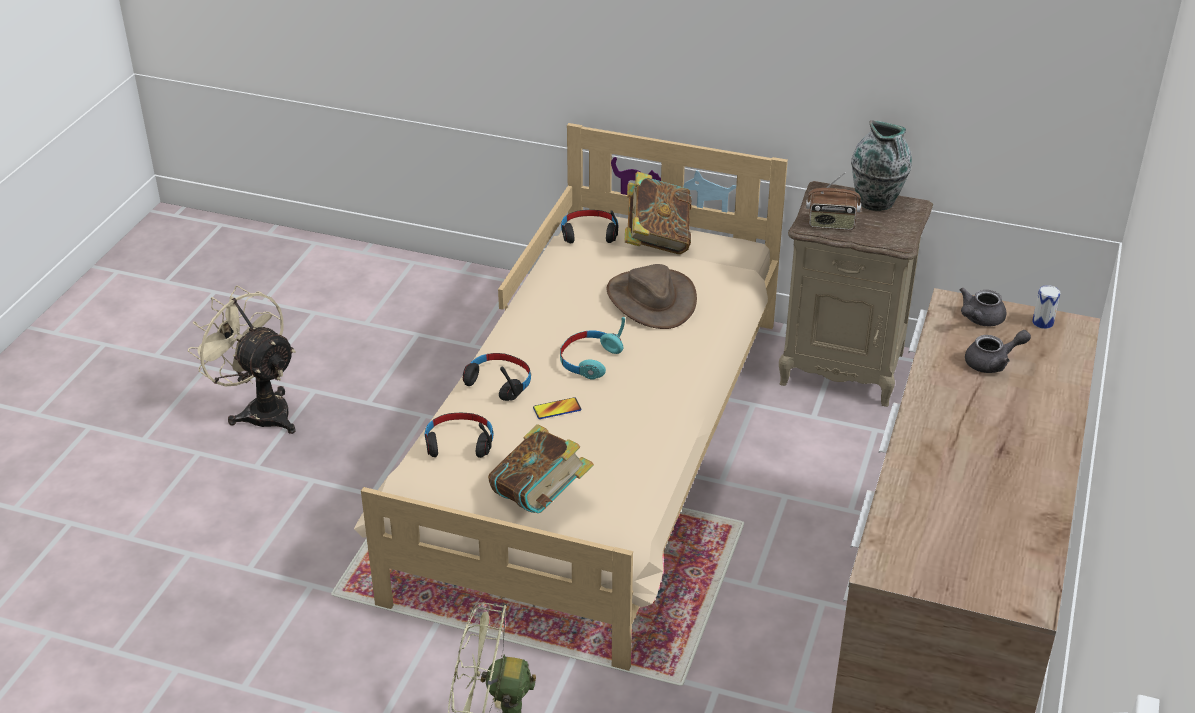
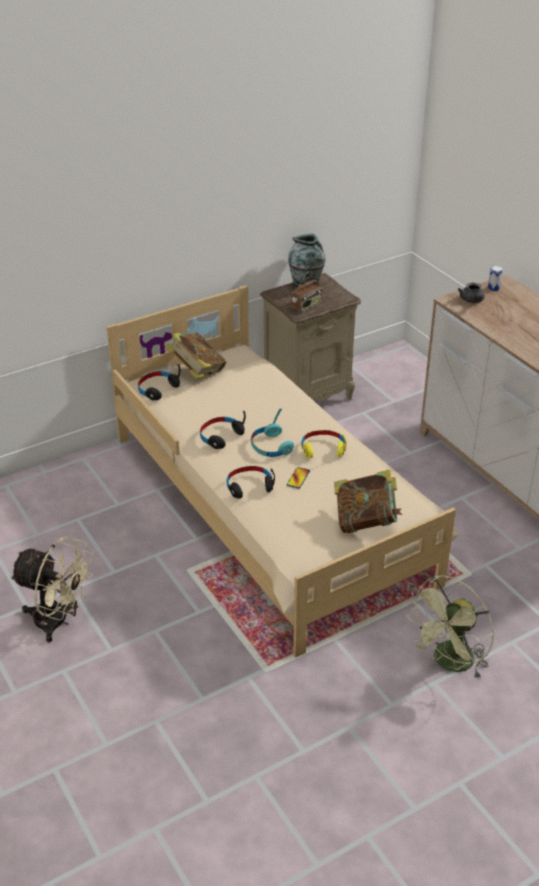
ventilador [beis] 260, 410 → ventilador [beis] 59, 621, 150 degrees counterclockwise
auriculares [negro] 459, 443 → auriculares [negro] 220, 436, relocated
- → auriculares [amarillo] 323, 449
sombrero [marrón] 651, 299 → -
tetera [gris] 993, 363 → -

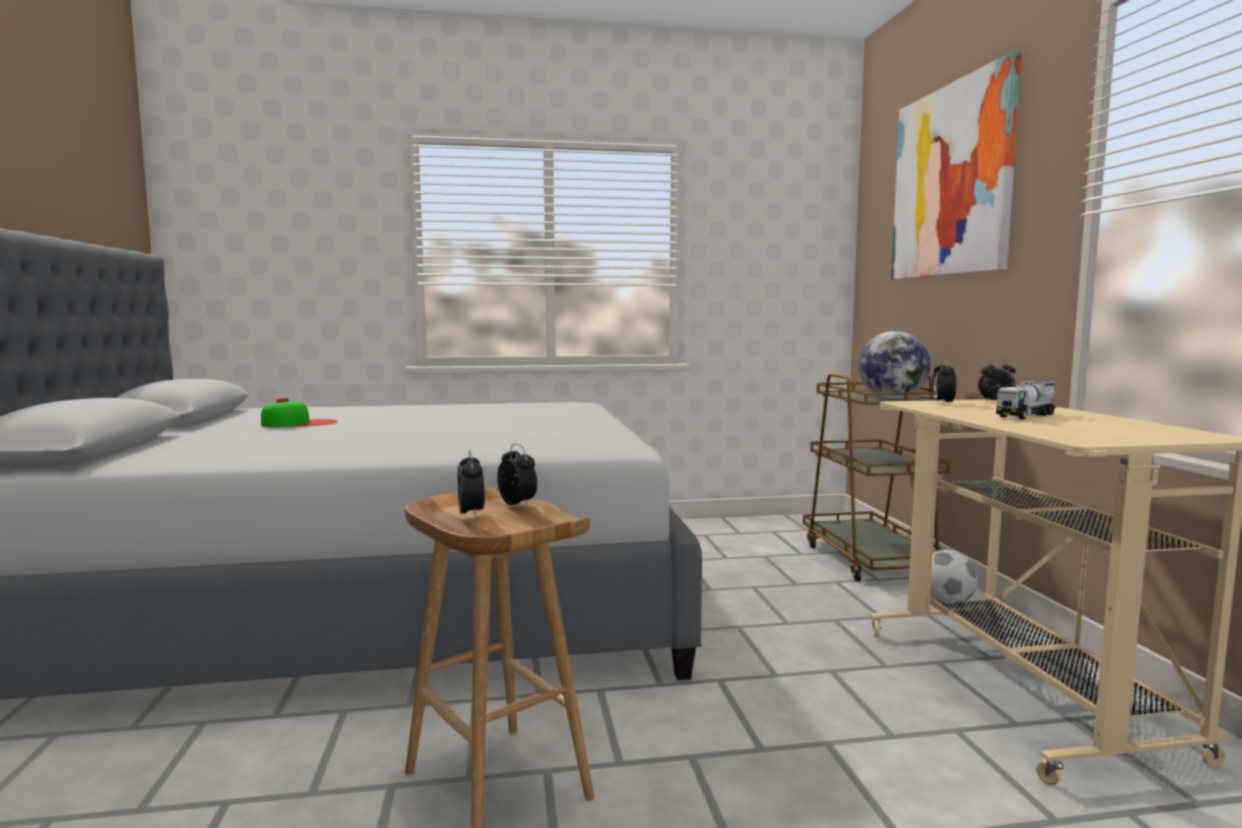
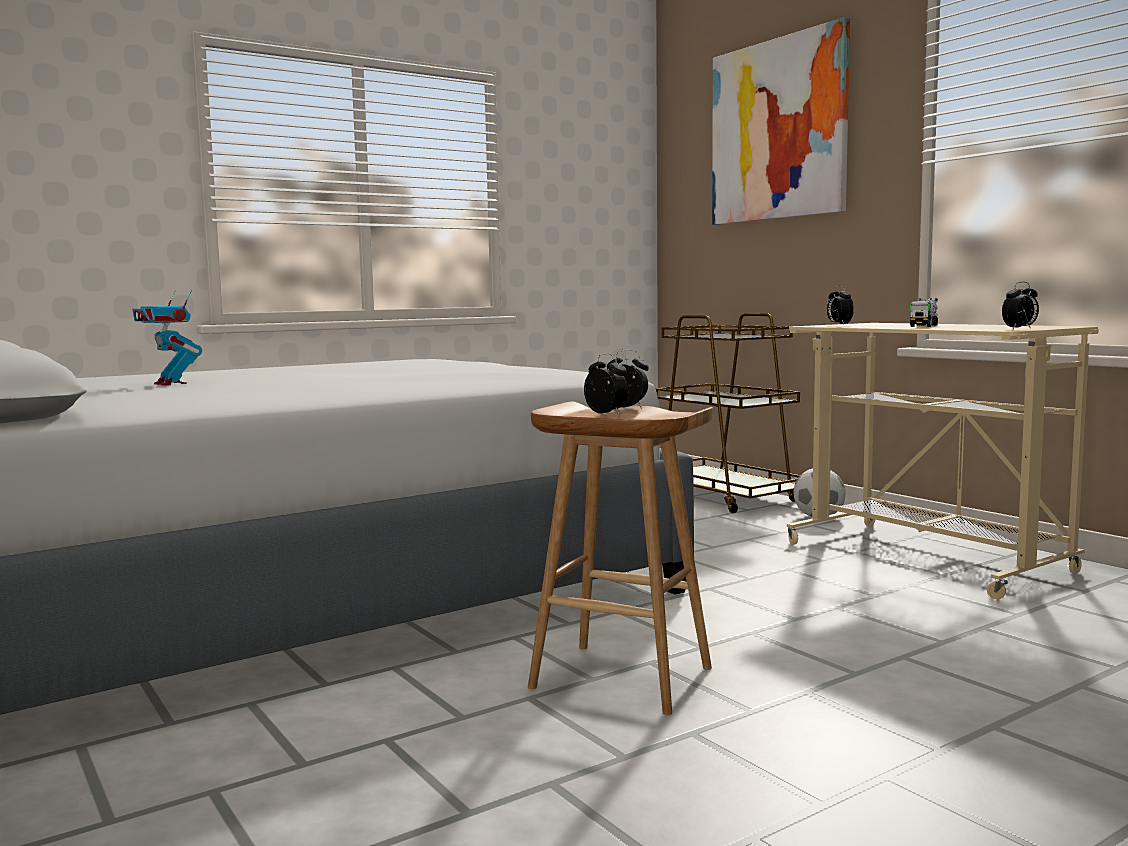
gorra 300, 423 → robot de juguete 170, 384
despertador 995, 402 → despertador 1020, 329, relocated
globo terráqueo 892, 398 → -

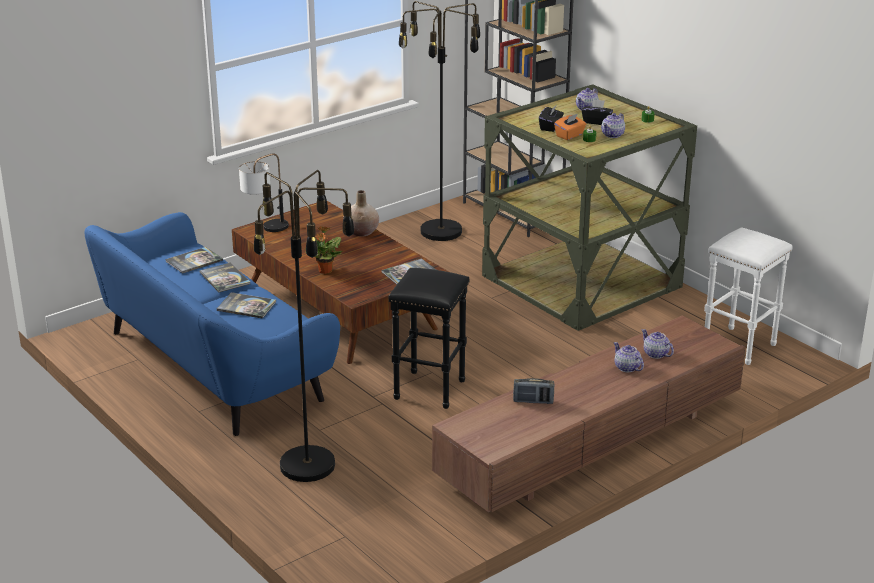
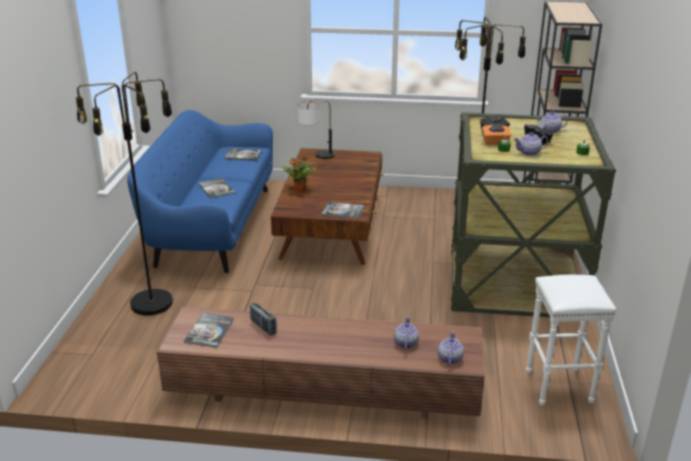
libro 224, 278 → libro 209, 331, relocated
tetera 627, 368 → tetera 449, 359, relocated
florero [beis] 361, 232 → -
taburete [negro] 428, 390 → -

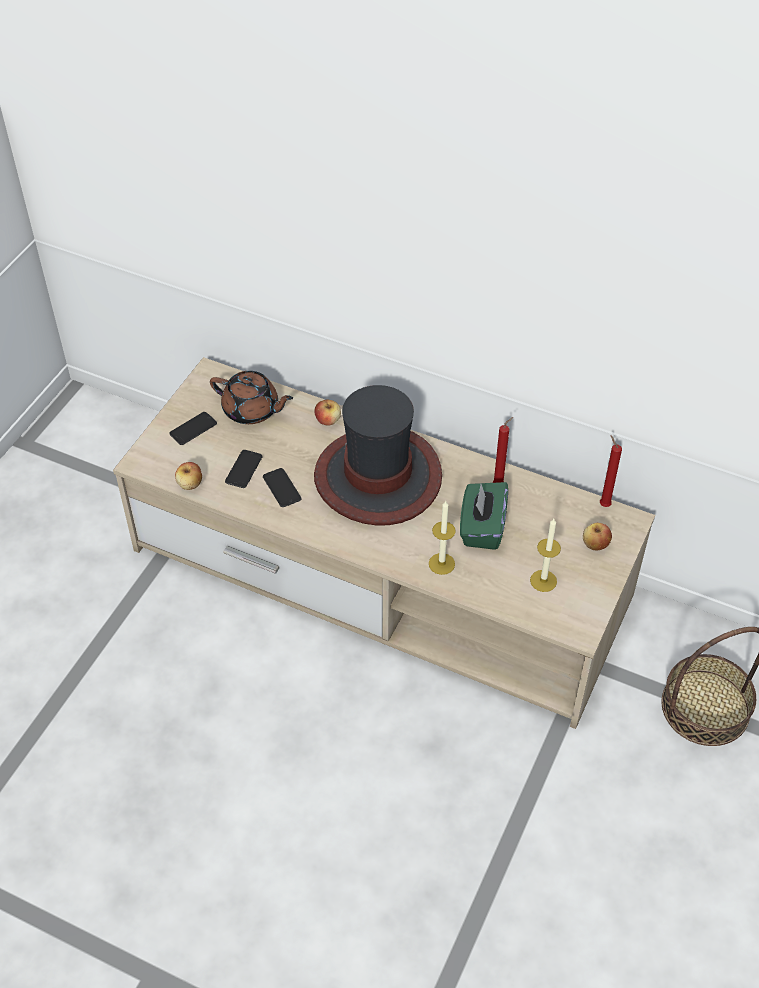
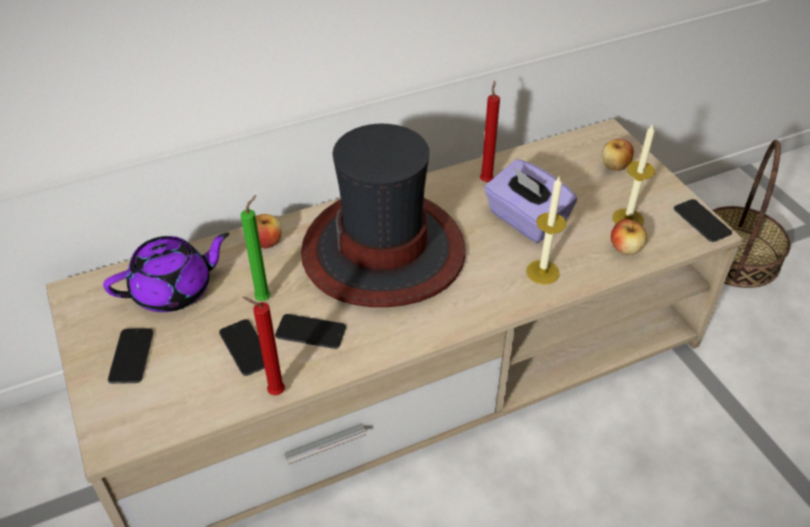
tetera [marrón] 252, 410 → tetera [morado] 174, 290
- → vela [verde] 265, 298
vela [rojo] 603, 504 → vela [rojo] 273, 392, relocated
caja de pañuelos [verde] 482, 528 → caja de pañuelos [morado] 525, 220
manzana 190, 484 → manzana 625, 248, relocated
- → móvil 701, 221

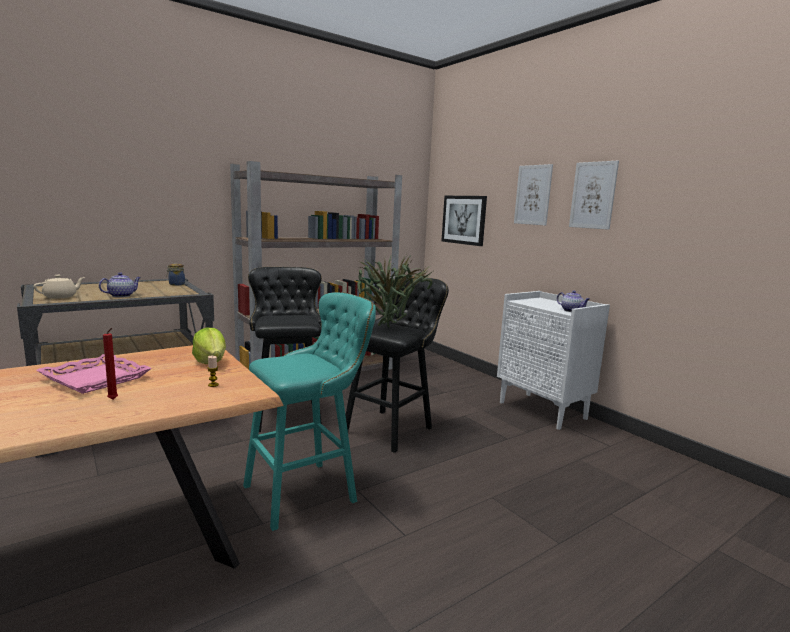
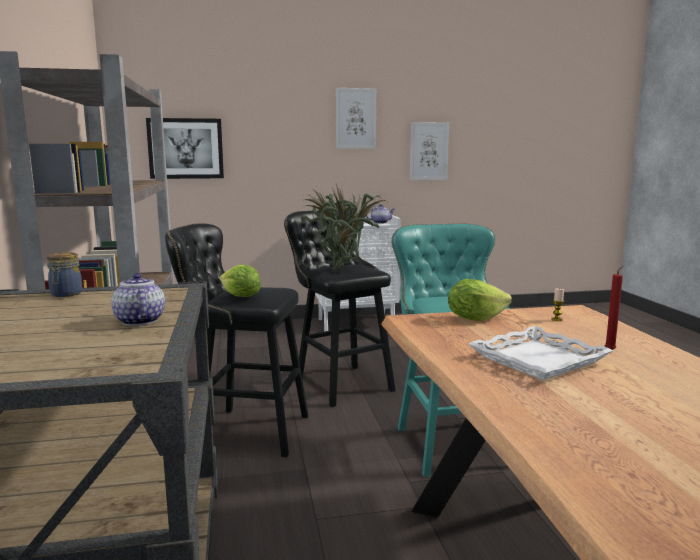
- → lechuga 240, 297
cuadro 533, 195 → cuadro 429, 151, relocated
bandeja [rosa] 97, 378 → bandeja [blanco] 537, 359
tetera [beis] 61, 297 → -

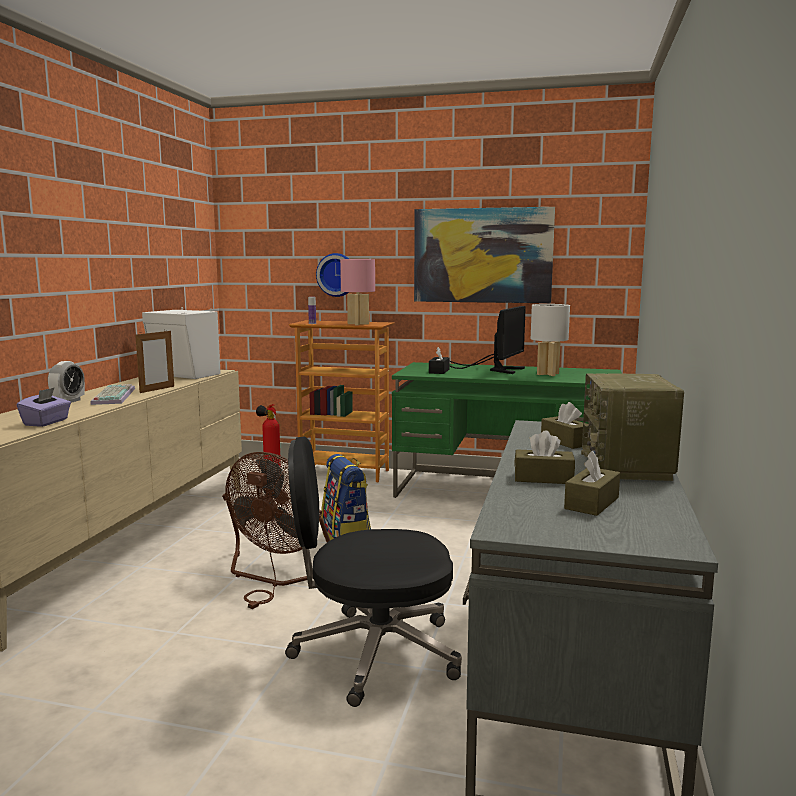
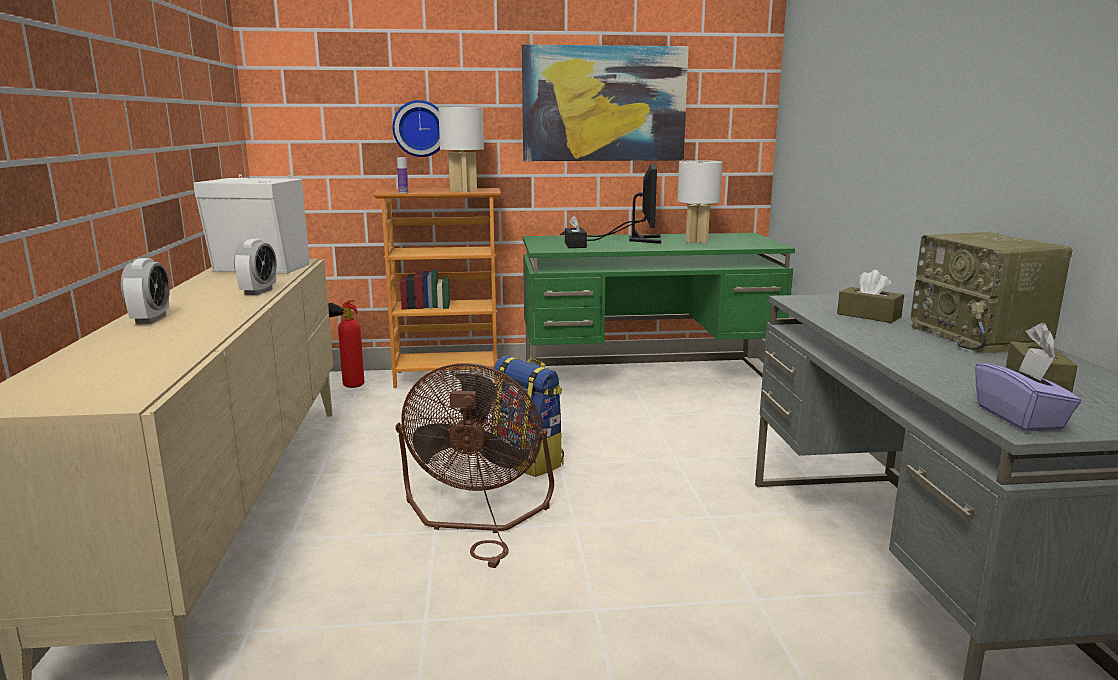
portarretratos 157, 389 → despertador 258, 291
lámpara de mesa [rosa] 358, 324 → lámpara de mesa [blanco] 463, 191
caja de pañuelos [morado] 46, 422 → caja de pañuelos [morado] 1020, 418, relocated
teclado 112, 396 → -
silla de oficina [negro] 373, 653 → -
caja de pañuelos [marrón] 543, 478 → -

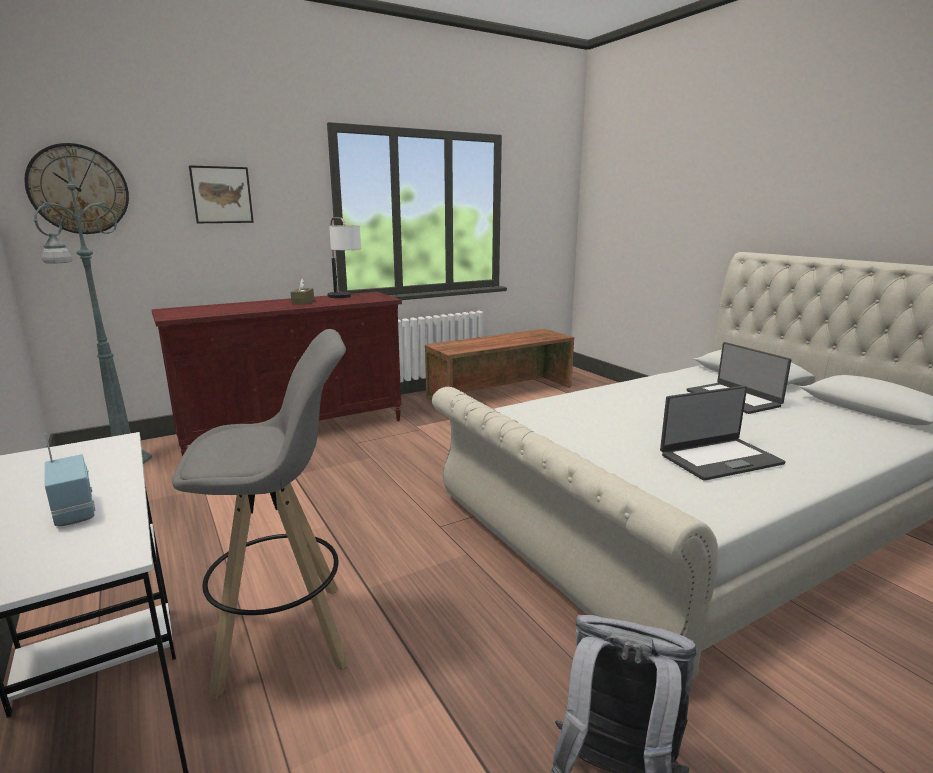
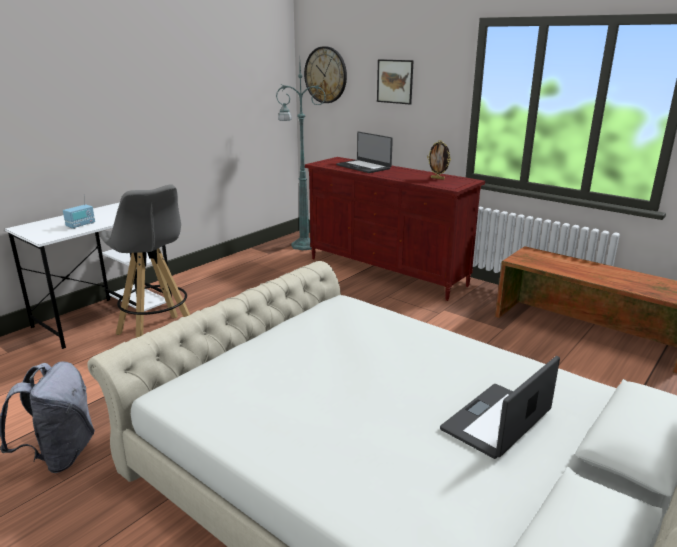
portátil 719, 459 → portátil 364, 167, relocated
lámpara de mesa 344, 297 → portarretratos 437, 178
caja de pañuelos [marrón] 303, 302 → -

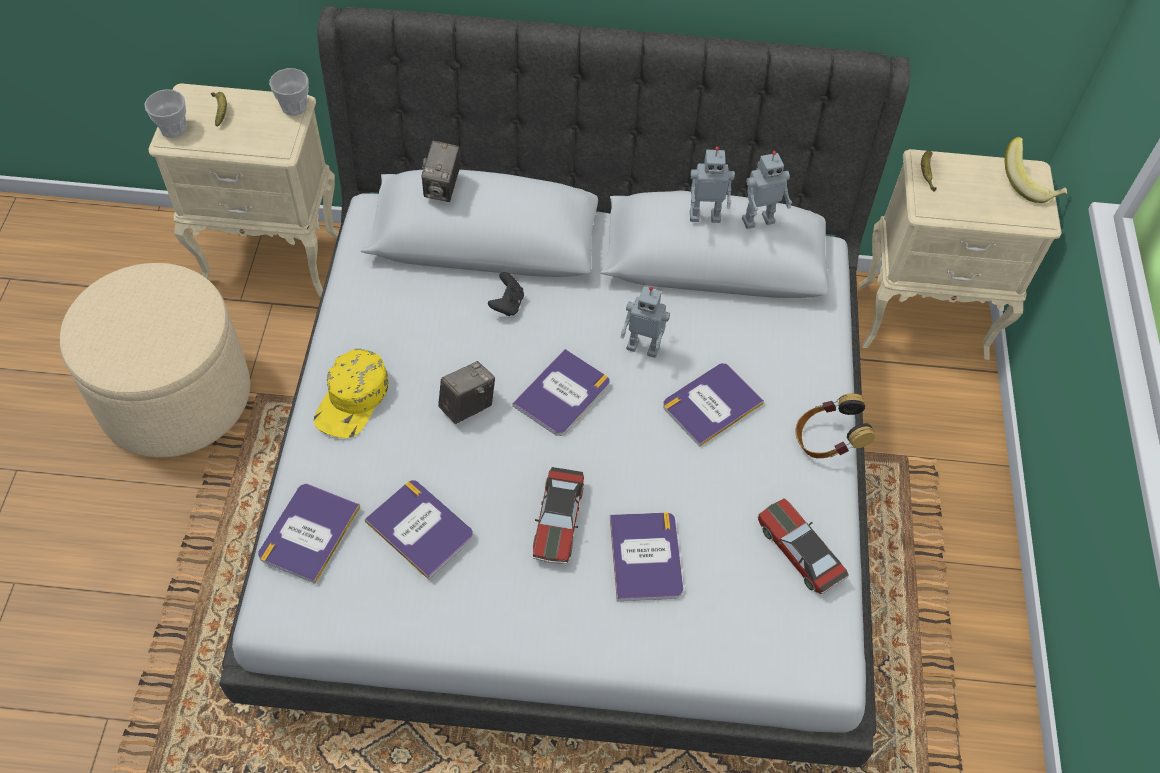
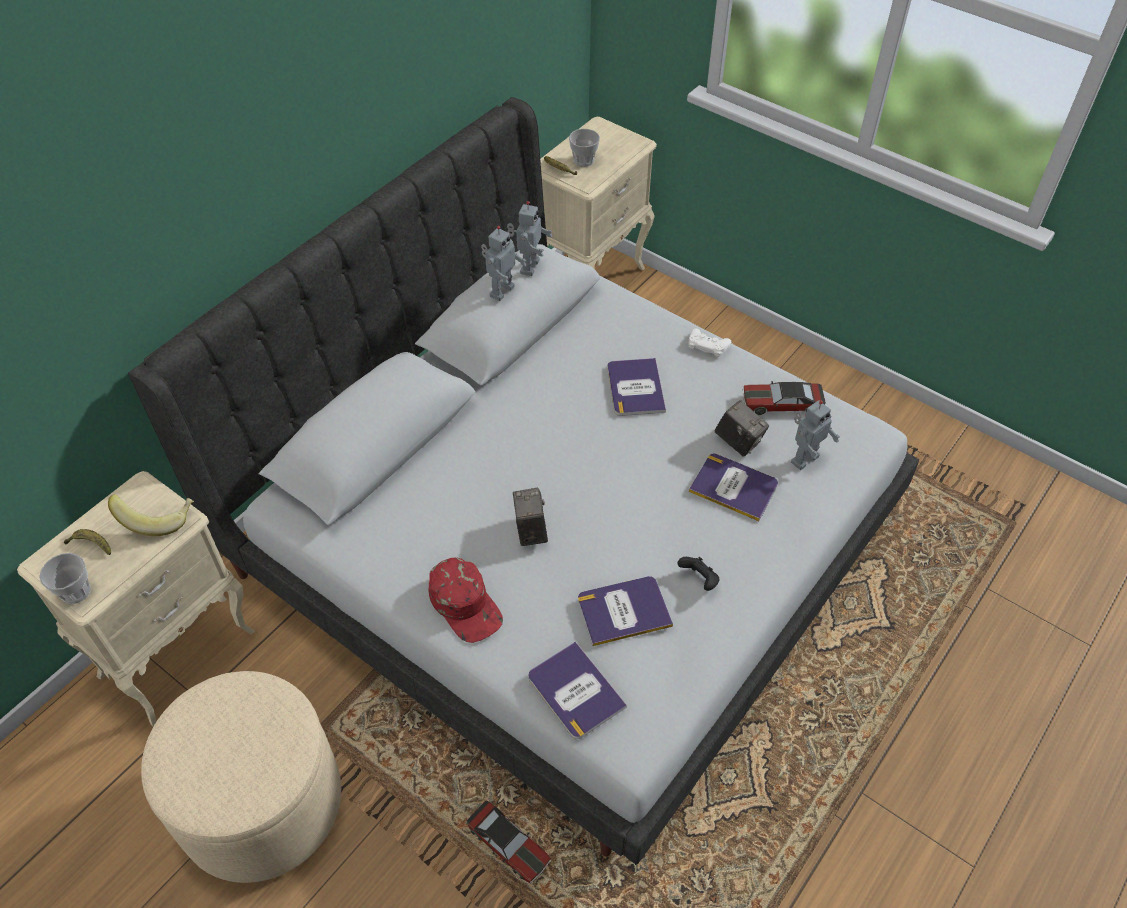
plátano 1029, 184 → plátano 158, 518, relocated
gorra [amarillo] 353, 400 → gorra [rojo] 466, 604
coche de juguete 558, 521 → coche de juguete 509, 845, relocated
taza 294, 107 → taza 583, 160, relocated
mando de consola [negro] 507, 304 → mando de consola [negro] 699, 580, relocated
auriculares 826, 441 → mando de consola [blanco] 708, 345
cámara 443, 188 → cámara 738, 442, relocated
robot de juguete 643, 347 → robot de juguete 803, 458, relocated
libro 562, 394 → -

